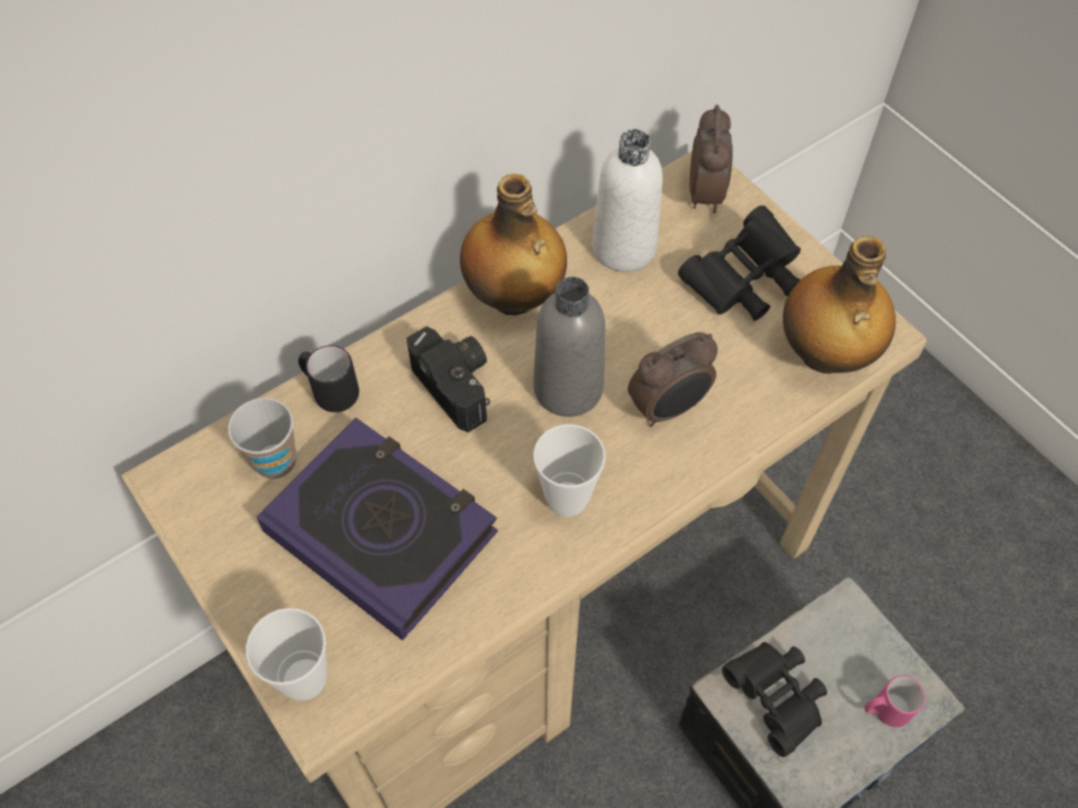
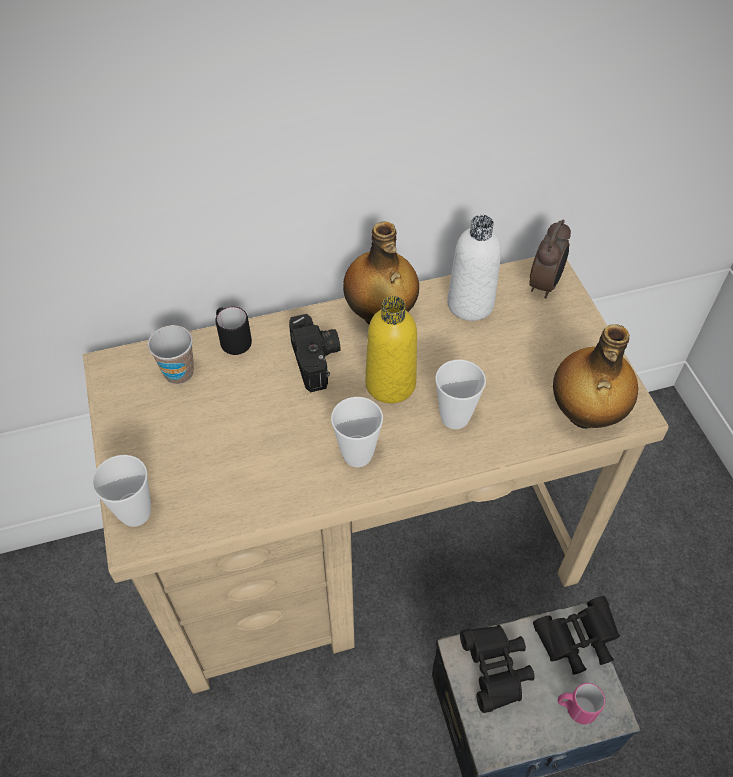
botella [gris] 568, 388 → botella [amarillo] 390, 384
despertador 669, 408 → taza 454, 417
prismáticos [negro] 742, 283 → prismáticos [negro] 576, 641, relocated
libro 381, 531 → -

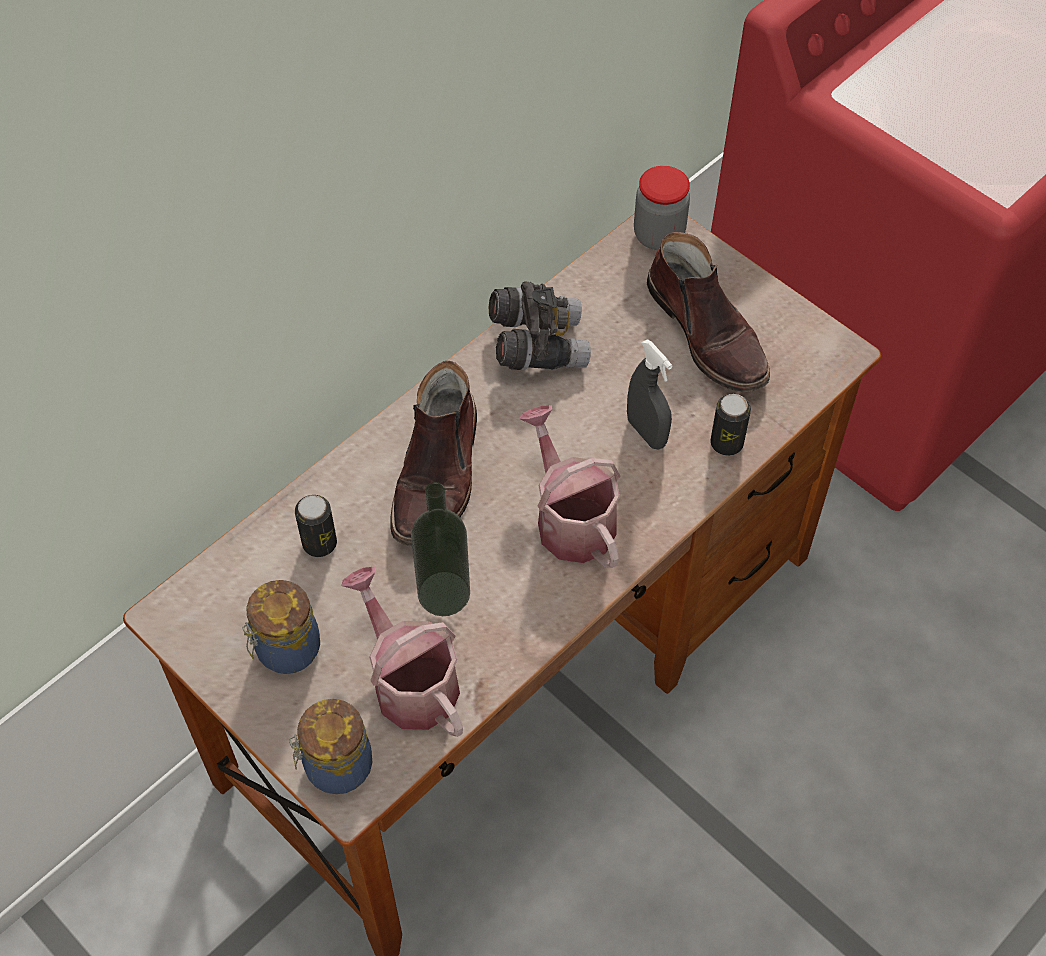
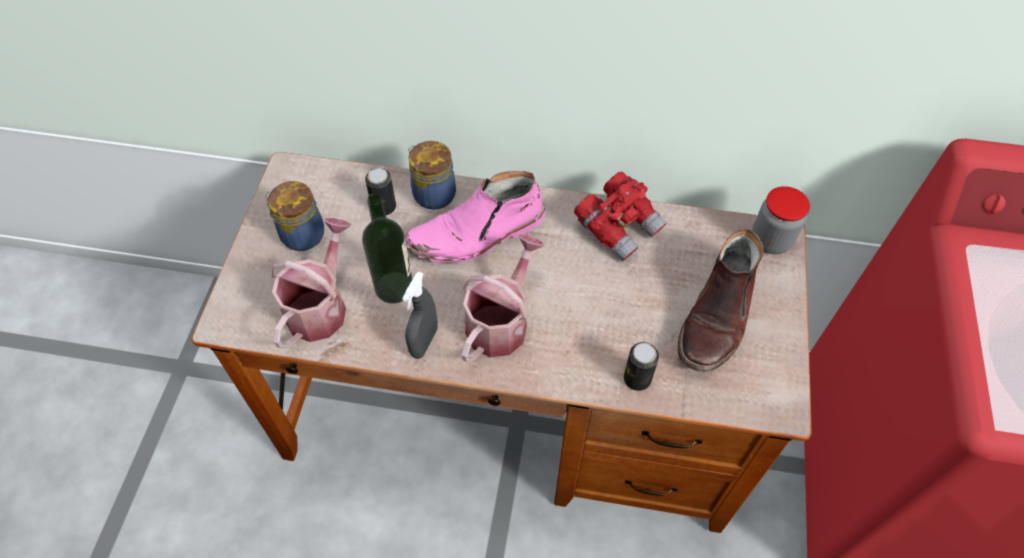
pulverizador [gris] 646, 432 → pulverizador [gris] 424, 342, relocated
bota [marrón] 438, 475 → bota [rosa] 477, 234
tarro 335, 767 → tarro 433, 194, relocated
prismáticos [gris] 537, 344 → prismáticos [rojo] 618, 227

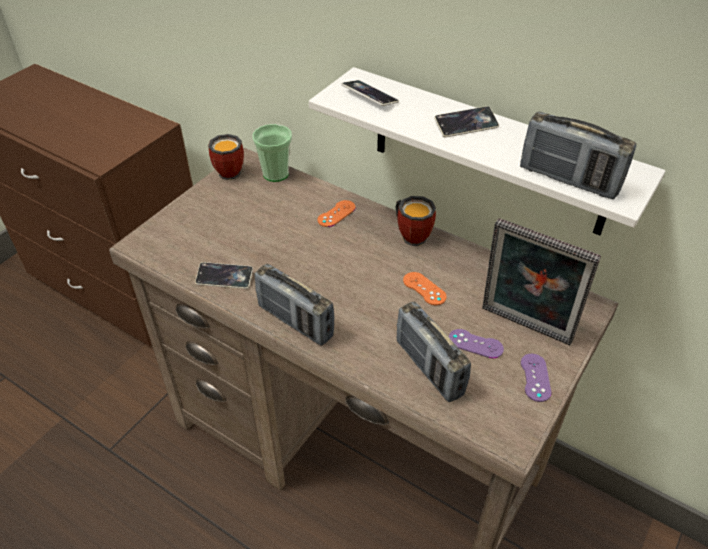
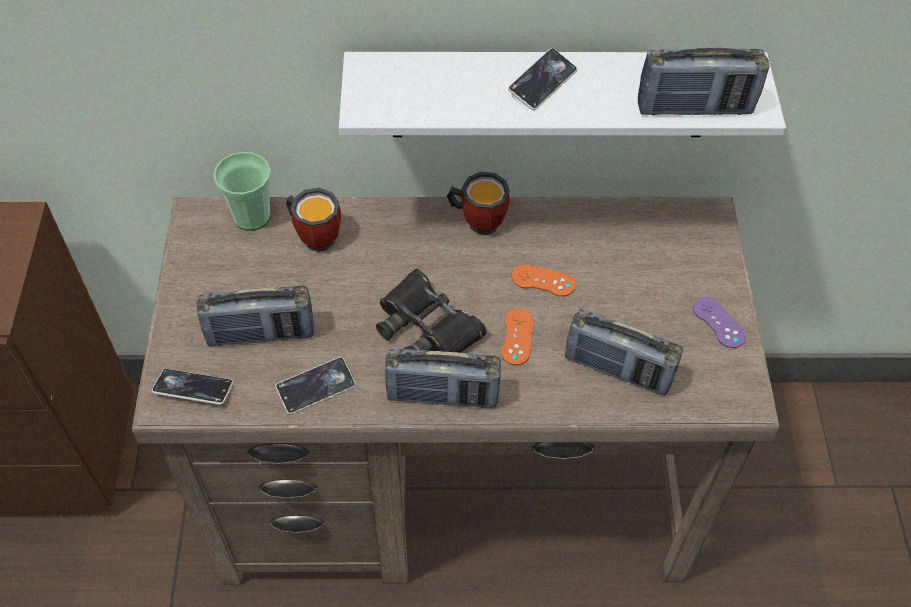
móvil 370, 96 → móvil 193, 389, relocated
- → radio 261, 334
taza grande 230, 170 → taza grande 316, 234, relocated
- → prismáticos [negro] 427, 326
mando de consola [naranja] 336, 214 → mando de consola [naranja] 517, 337, relocated
mando de consola [morado] 475, 344 → -
portarretratos 524, 328 → -

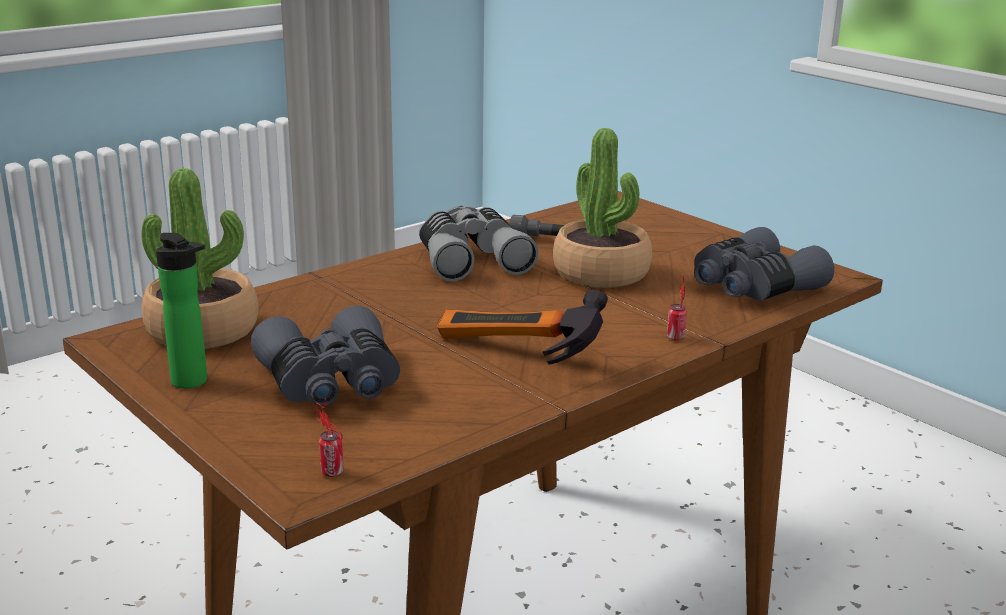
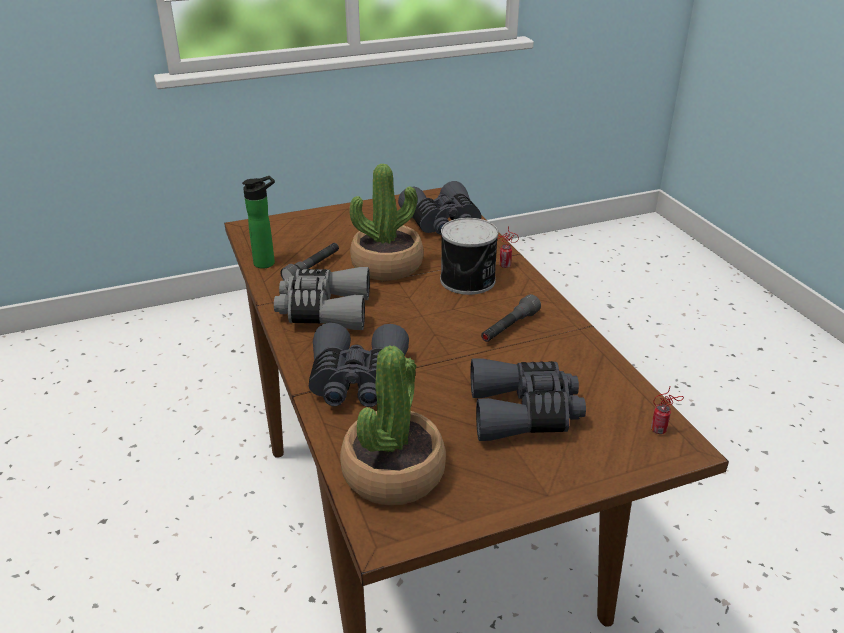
botella 193, 383 → botella 267, 262, relocated
- → prismáticos [gris] 357, 381
- → lata 469, 280
martillo 513, 356 → linterna [gris] 509, 328

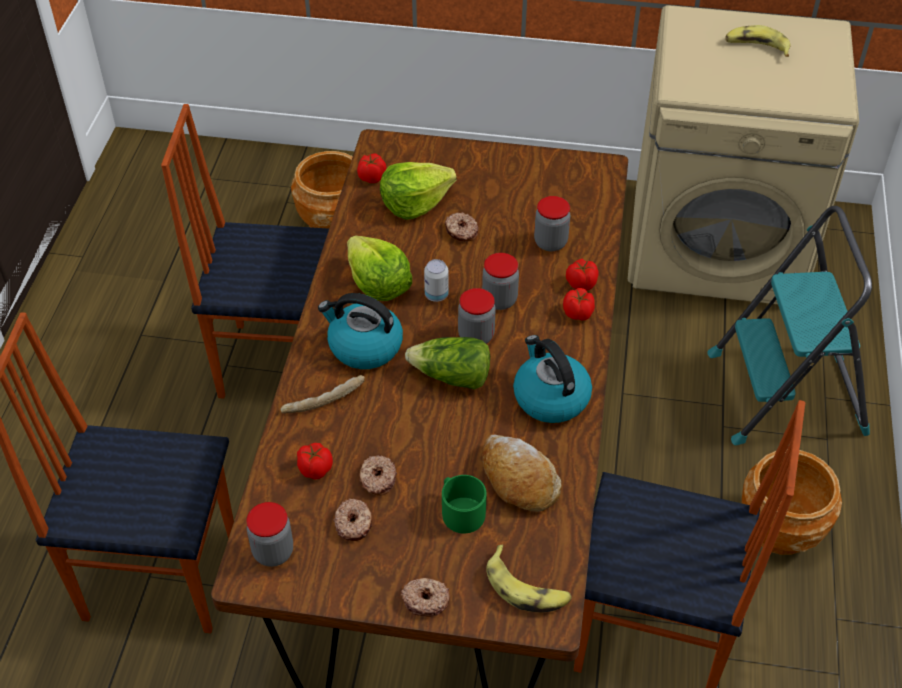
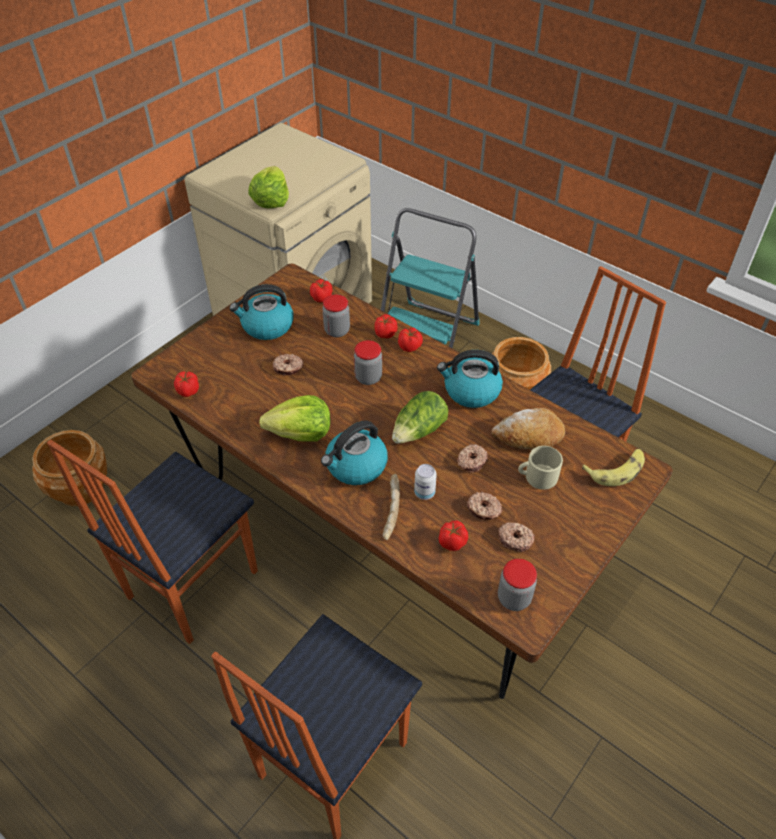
- → hervidor 266, 326
lechuga 414, 203 → lechuga 271, 200, relocated
- → tomate 322, 298
lata 436, 295 → lata 424, 493, relocated
rosquilla 425, 600 → rosquilla 471, 461, relocated
taza grande [verde] 460, 511 → taza grande [beis] 537, 476
tarro 476, 336 → -
plátano 756, 47 → -

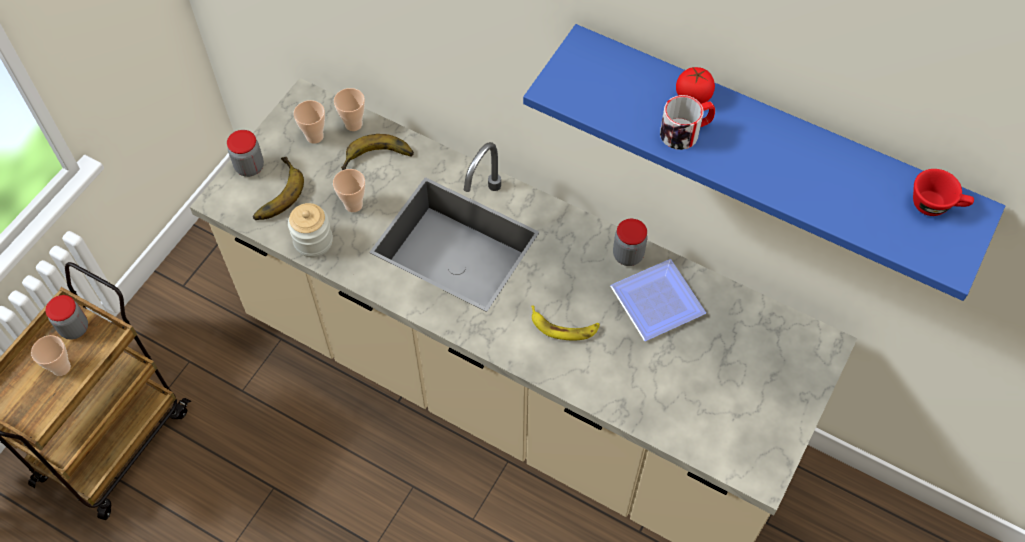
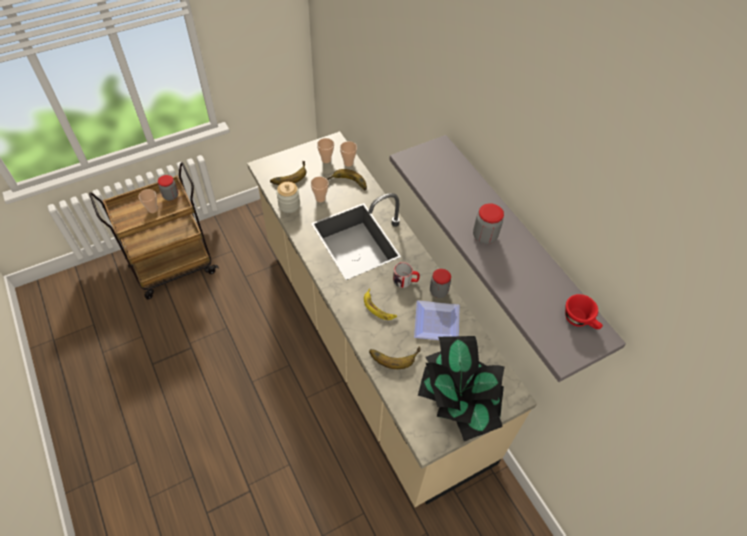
- → plátano 394, 354
estante [azul] 771, 137 → estante [gris] 519, 244
taza grande 686, 132 → taza grande 405, 280, relocated
- → planta en maceta 458, 401
tarro 249, 167 → tarro 484, 236, relocated
tomate 693, 96 → -

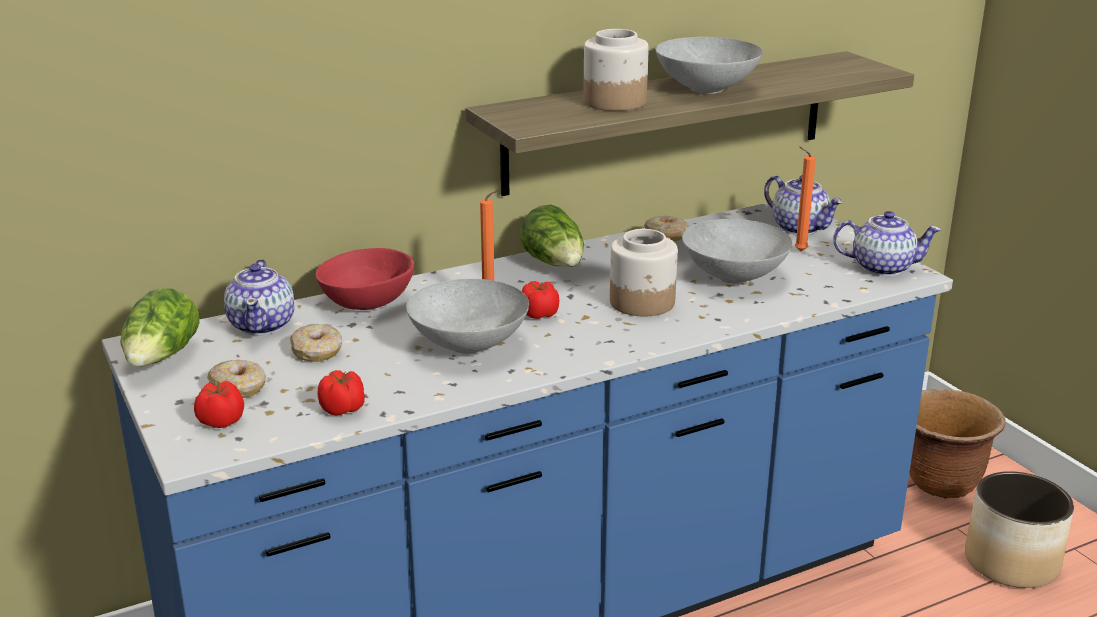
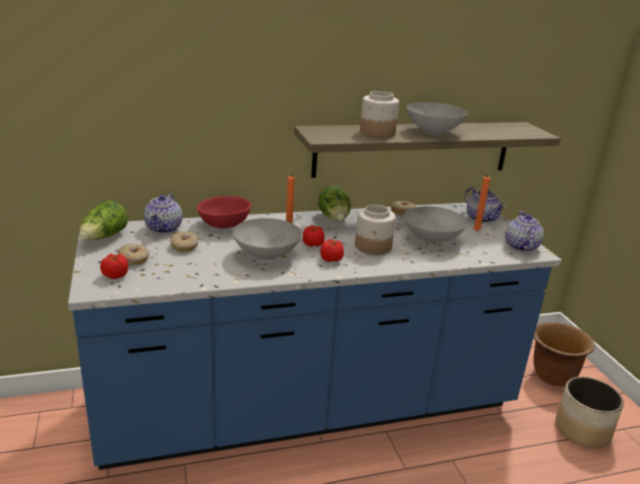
tomate 343, 409 → tomate 332, 259, relocated
tetera 881, 267 → tetera 521, 246, 105 degrees counterclockwise

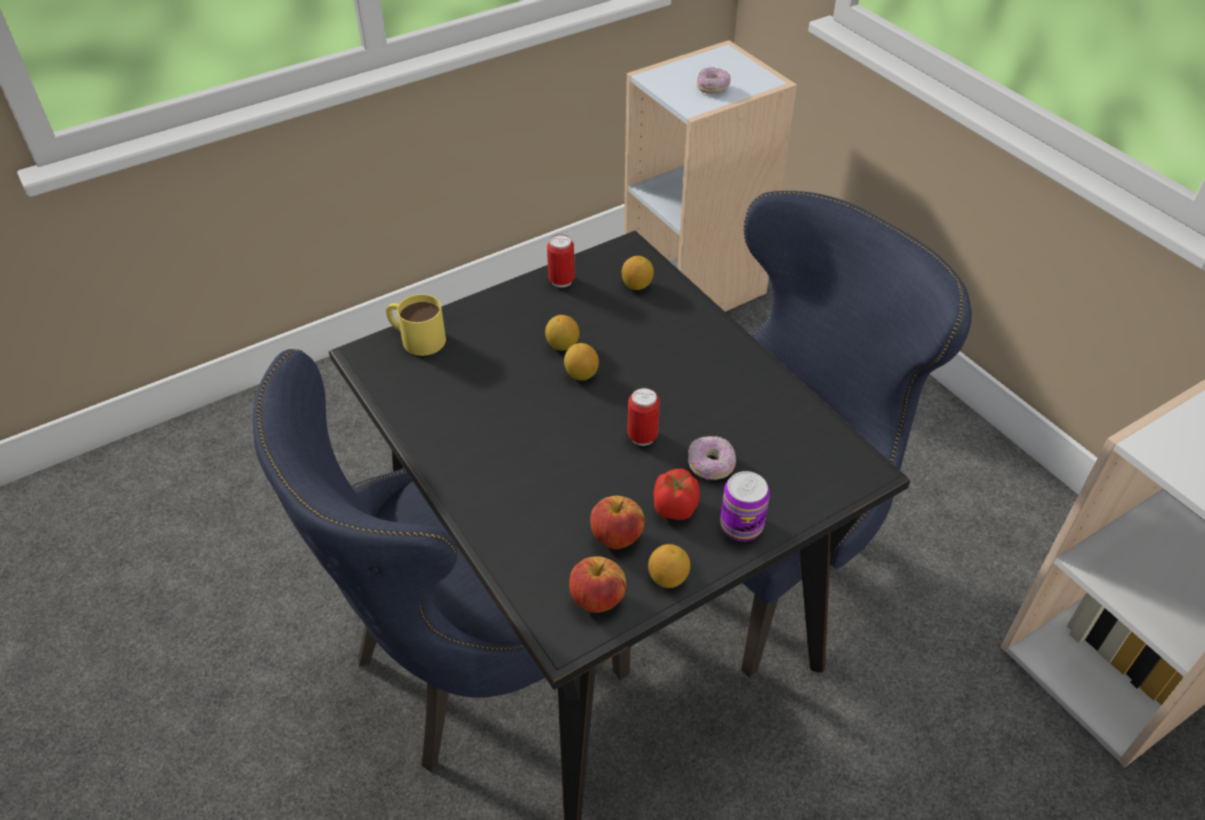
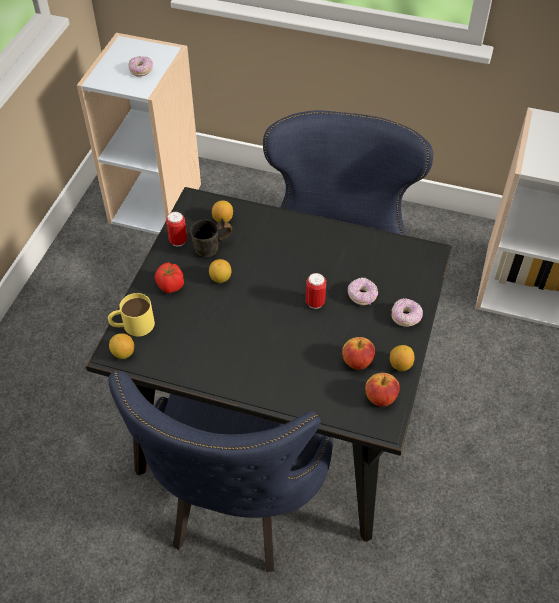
limón 581, 374 → limón 123, 353, relocated
tomate 674, 508 → tomate 170, 286, relocated
- → taza grande [gris] 213, 250
lata 741, 526 → rosquilla 406, 317

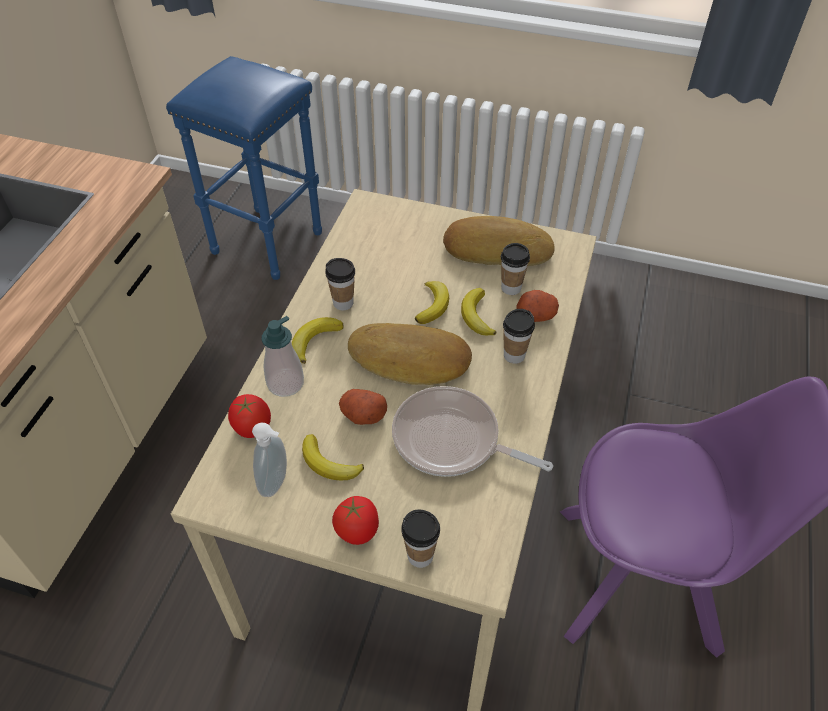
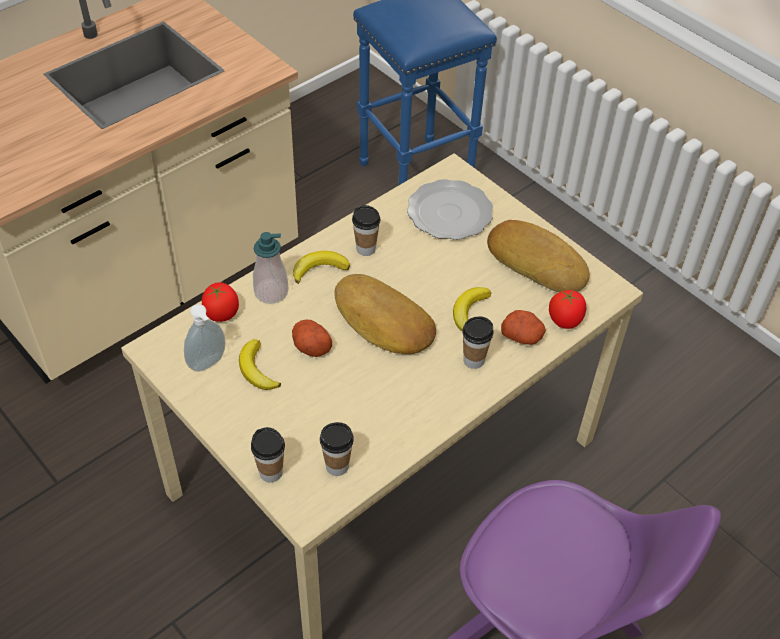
taza 511, 288 → taza 337, 466, relocated
- → plato 448, 212
tomate 357, 530 → tomate 565, 320, relocated
sartén 452, 440 → -
plátano 433, 305 → -

